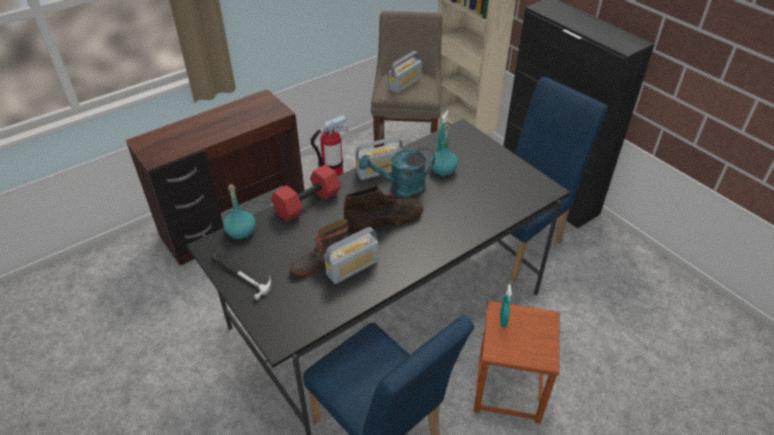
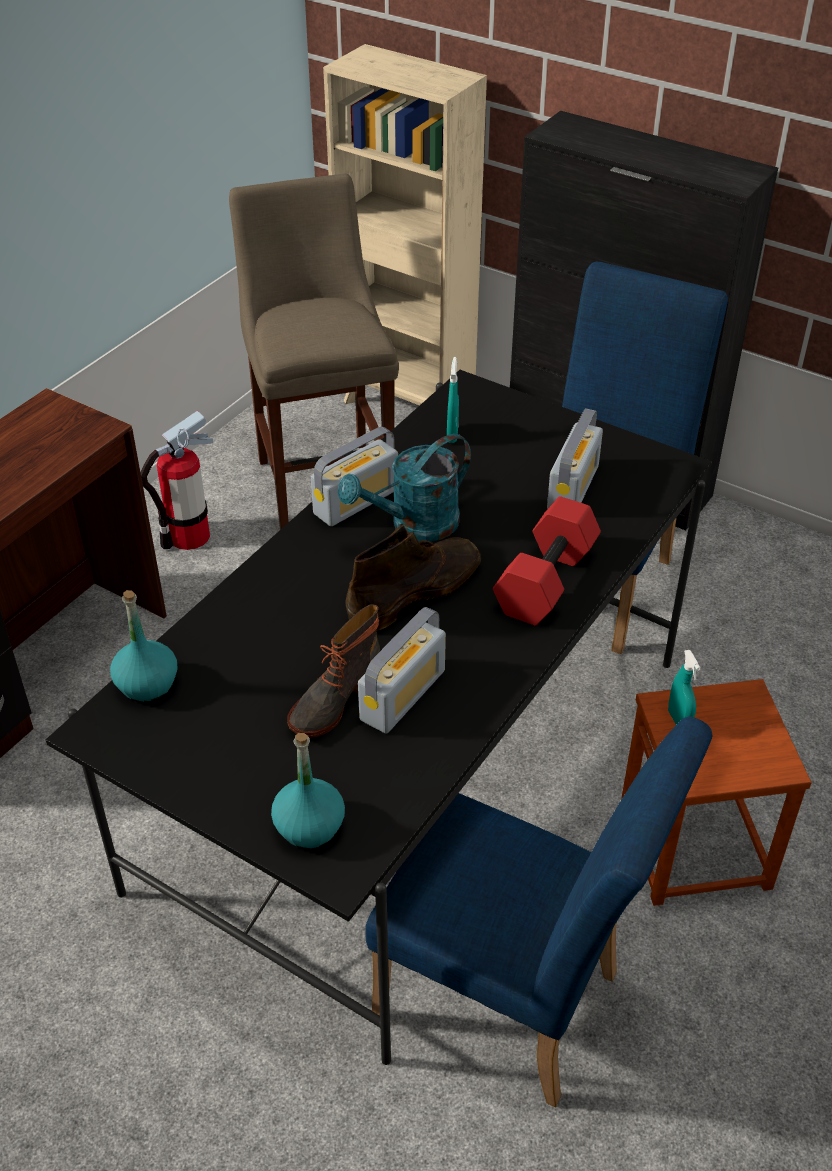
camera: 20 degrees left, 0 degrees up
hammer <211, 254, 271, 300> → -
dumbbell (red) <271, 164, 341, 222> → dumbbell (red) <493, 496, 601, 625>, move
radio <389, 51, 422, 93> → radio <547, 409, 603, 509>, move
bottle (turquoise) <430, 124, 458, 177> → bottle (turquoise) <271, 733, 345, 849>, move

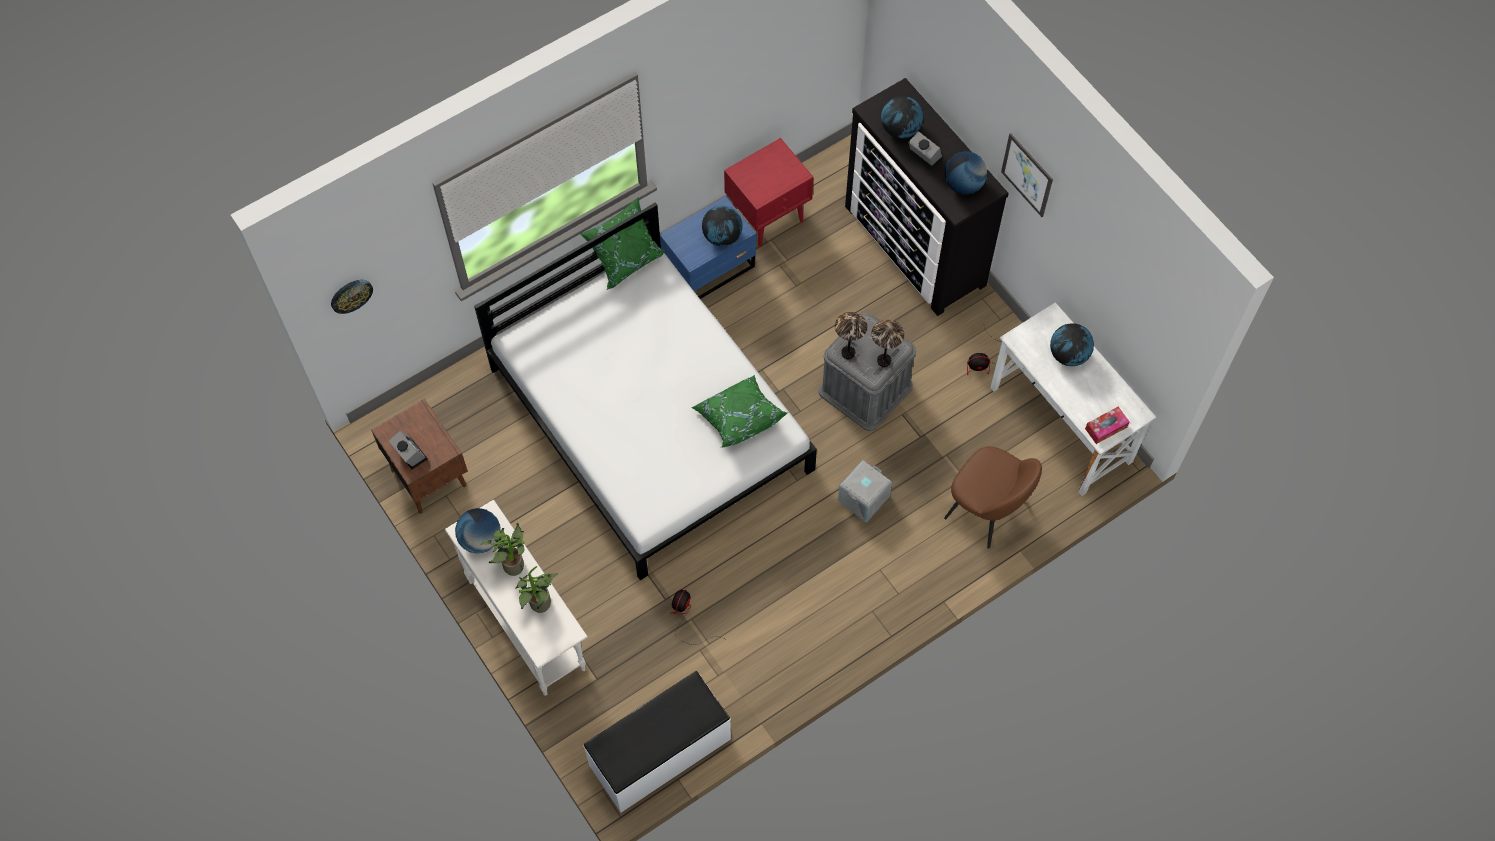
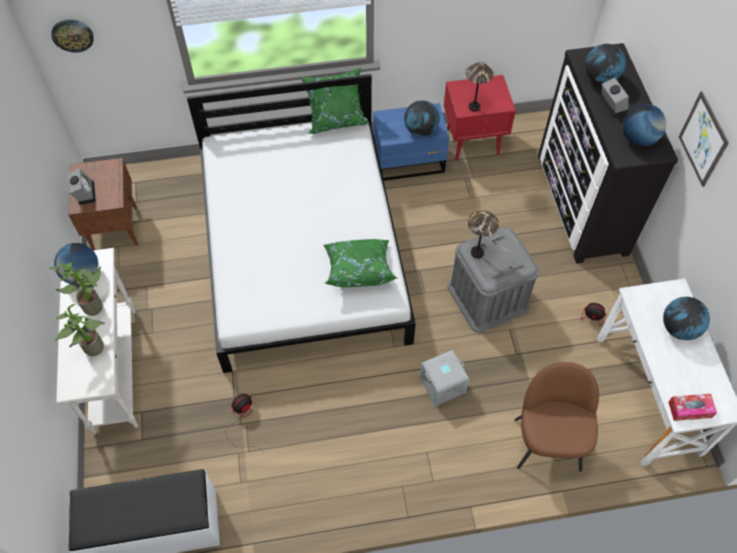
camera: 25 degrees right, 5 degrees down
table lamp <871, 320, 904, 367> → table lamp <466, 61, 493, 111>, move
chair (brown) <944, 446, 1042, 549> → chair (brown) <514, 362, 599, 472>, 150 degrees counterclockwise

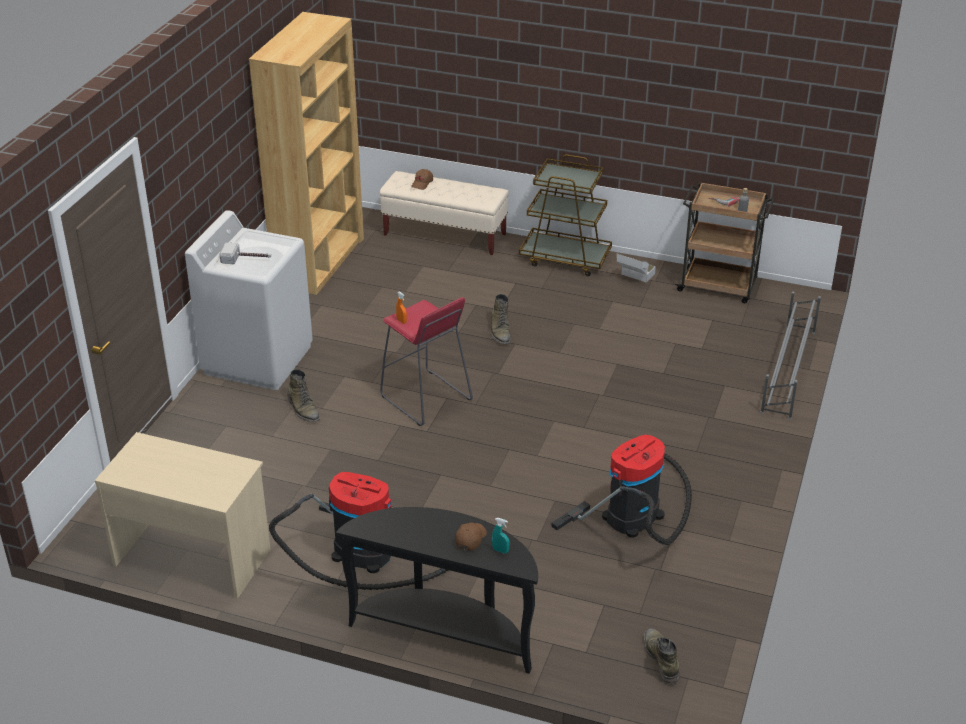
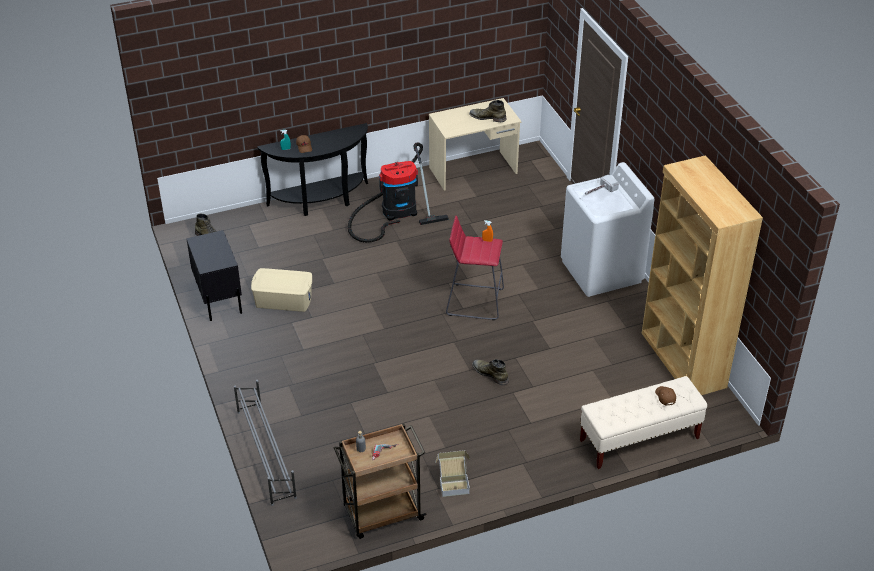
camera: 140 degrees right, 5 degrees up
boot (green) <288, 369, 320, 422> → boot (green) <469, 100, 506, 122>, move
cart (brown) <519, 154, 612, 276> → -
vacuum cleaner <551, 435, 692, 545> → storage box (beige) <251, 268, 312, 312>
- → nightstand (black) <186, 230, 242, 321>

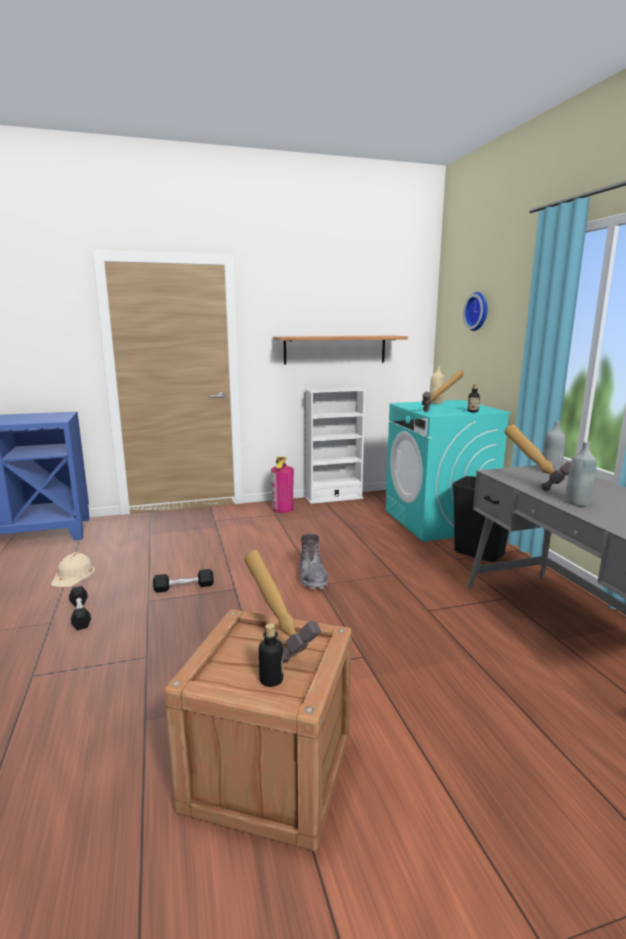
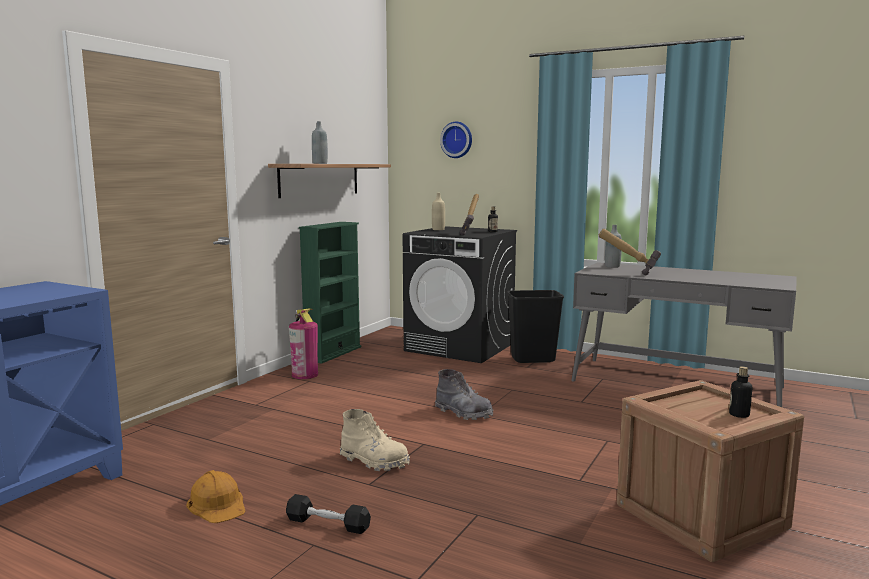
camera: 45 degrees left, 5 degrees down
hard hat (beige) <51, 552, 95, 587> → hard hat (orange) <186, 470, 246, 523>
dumbbell (black) <153, 569, 214, 593> → boot (beige) <340, 409, 410, 471>
hammer <244, 550, 321, 662> → -
bookcase (white) <305, 387, 366, 504> → bookcase (green) <299, 222, 362, 364>
washing machine (turquoise) <385, 400, 511, 542> → washing machine (black) <403, 226, 517, 363>
bottle (grey) <566, 442, 597, 506> → bottle (grey) <312, 121, 328, 164>, move

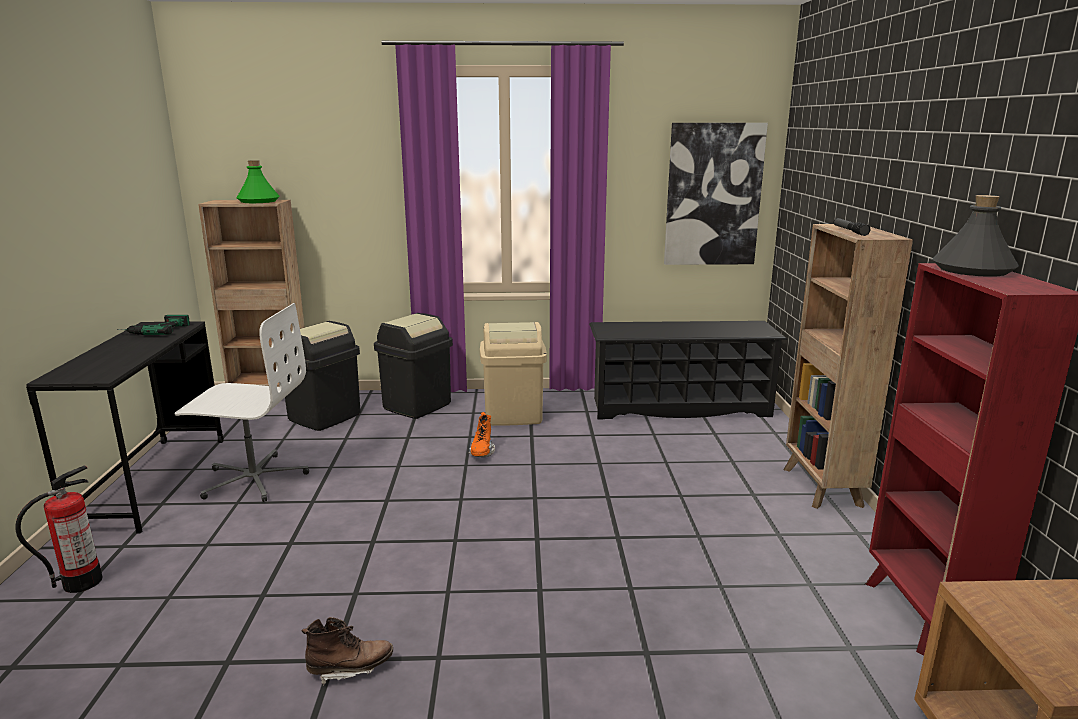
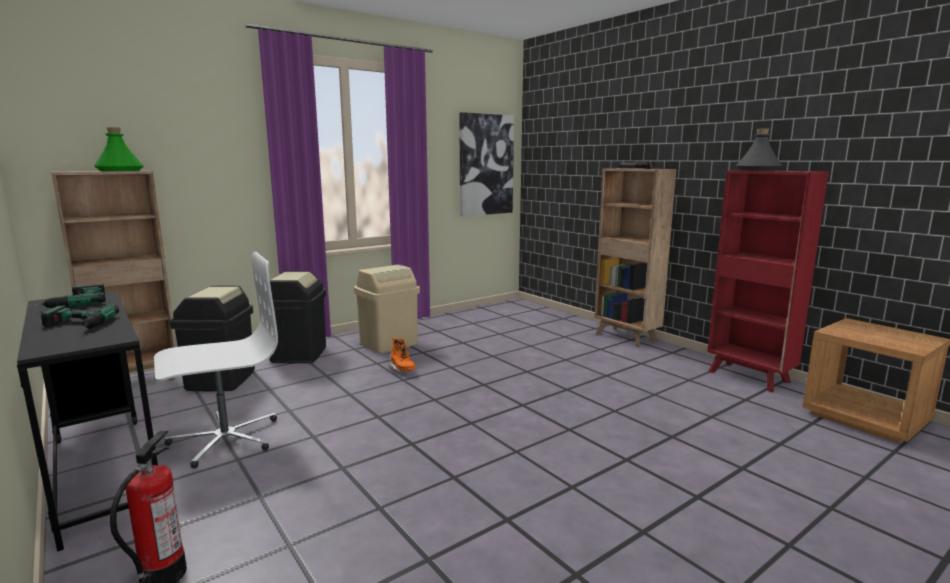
camera: 35 degrees left, 5 degrees down
boot (brown) <302, 617, 393, 686> → -
shoe rack (black) <589, 321, 787, 419> → -
- → power drill <41, 305, 119, 329>

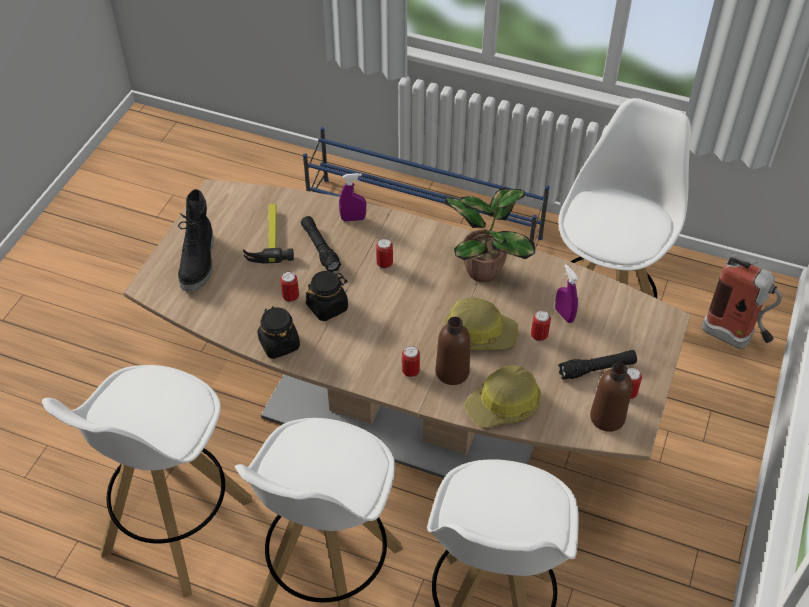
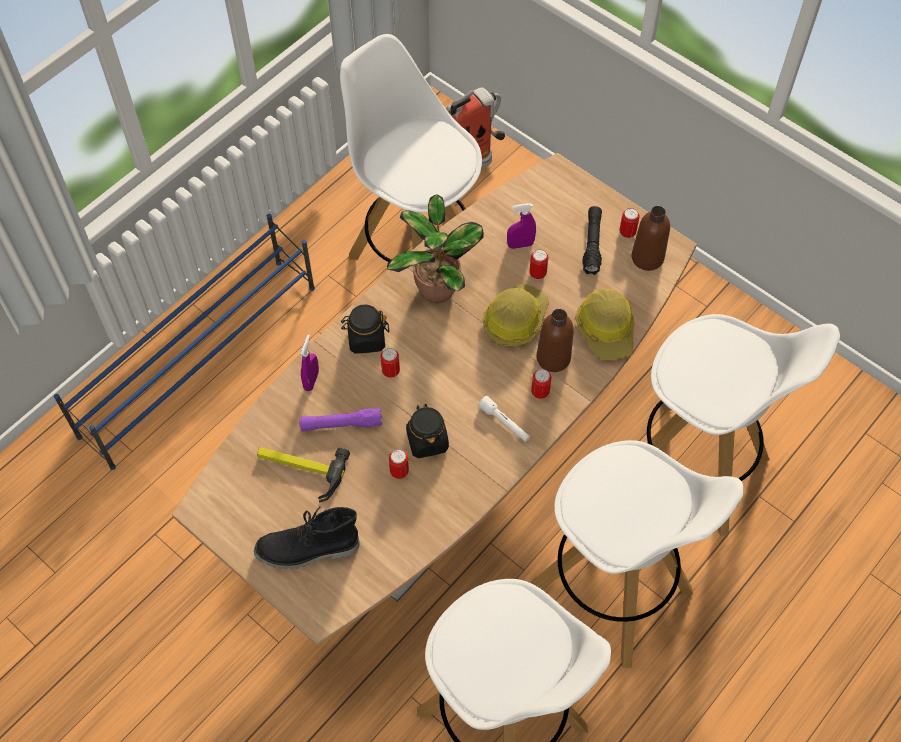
camera: 70 degrees left, 10 degrees up
boot (black) <178, 189, 214, 292> → boot (black) <254, 507, 360, 569>, 150 degrees clockwise
jar (black) <257, 306, 300, 359> → jar (black) <341, 304, 389, 353>, move
flashlight (black) <301, 216, 341, 272> → flashlight (purple) <299, 408, 383, 431>
- → flashlight (white) <478, 396, 530, 442>

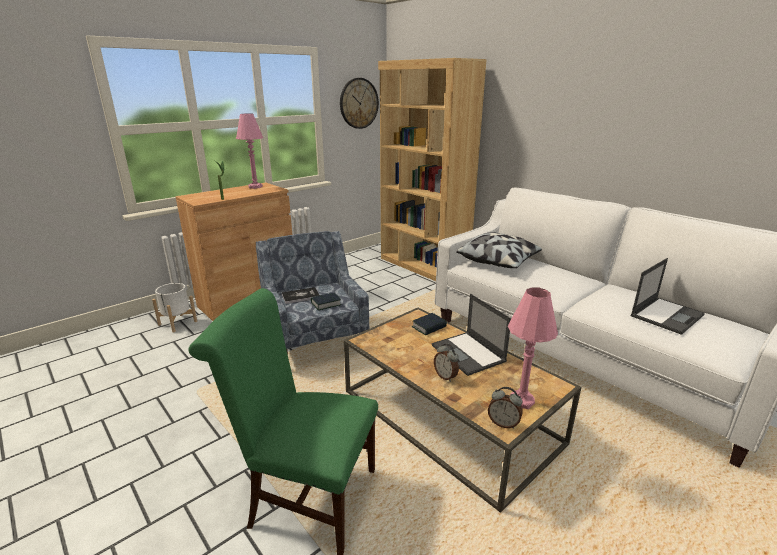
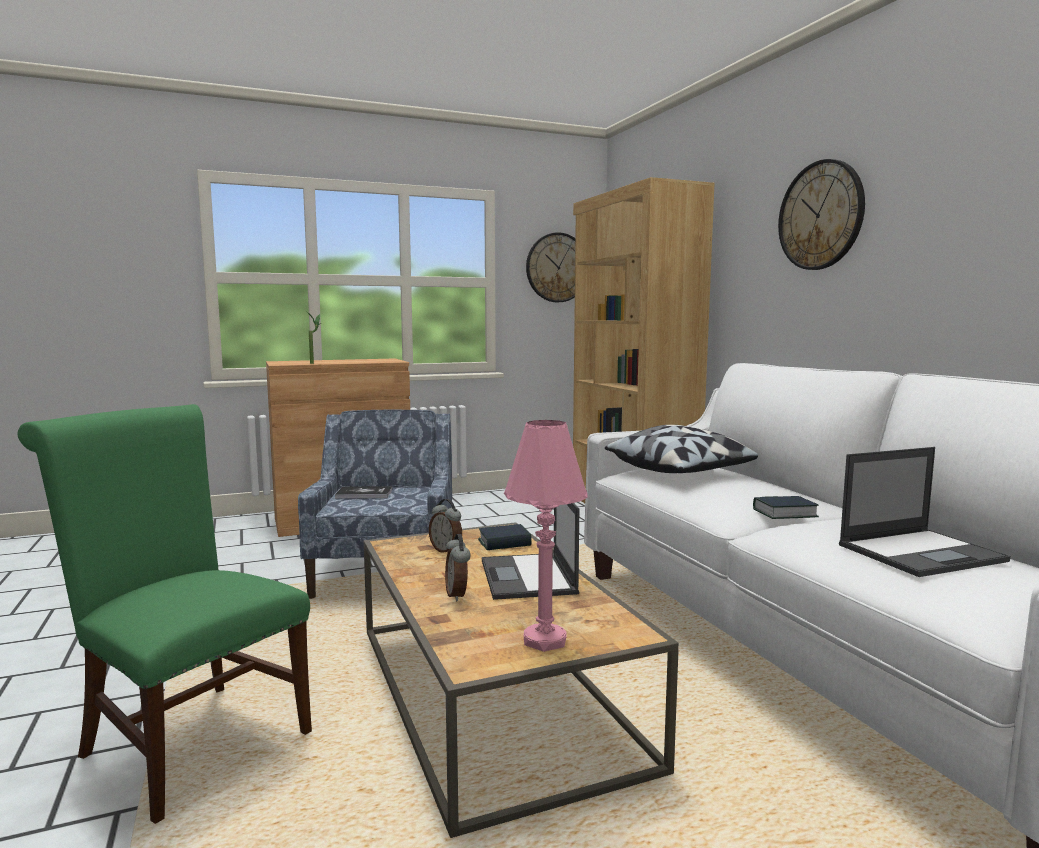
camera: 20 degrees right, 15 degrees down
planter (white) <152, 283, 197, 333> → -
table lamp (pink) <236, 114, 263, 189> → -
book <311, 293, 342, 310> → book <753, 496, 819, 519>, move
alarm clock <488, 387, 523, 429> → alarm clock <429, 499, 462, 553>, move
- → wall clock <778, 159, 865, 270>

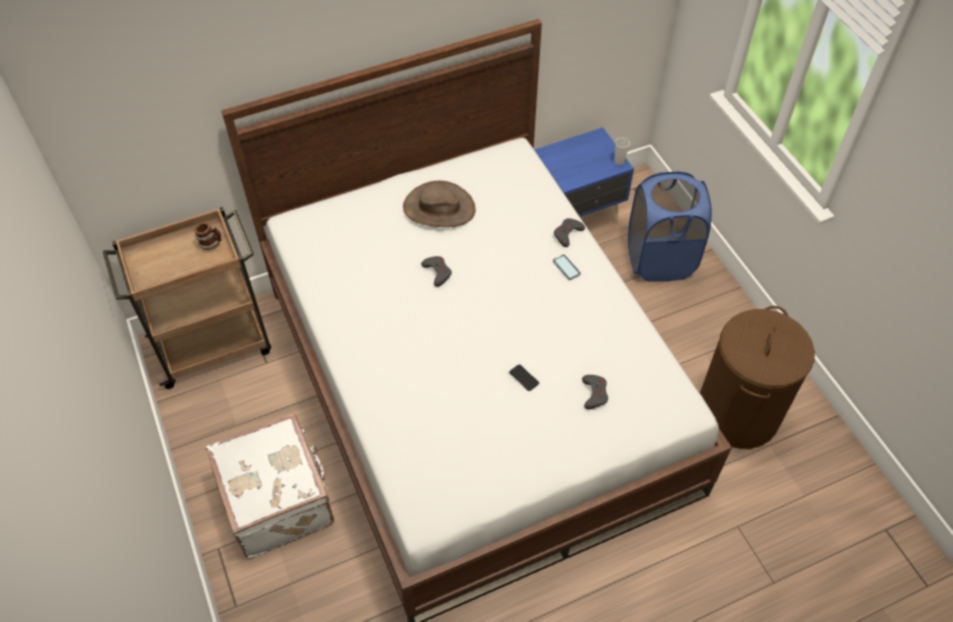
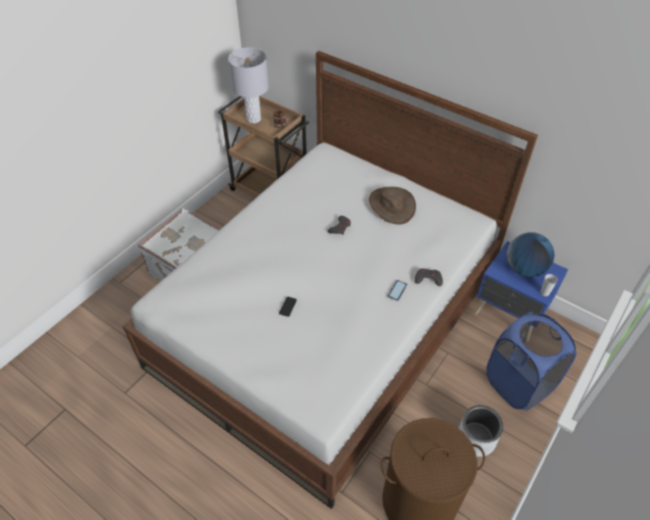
camera: 60 degrees right, 5 degrees down
game controller (grey) <582, 375, 608, 409> → -
- → table lamp (grey) <228, 48, 269, 123>
- → planter (grey) <458, 405, 503, 457>
- → globe <507, 232, 555, 277>

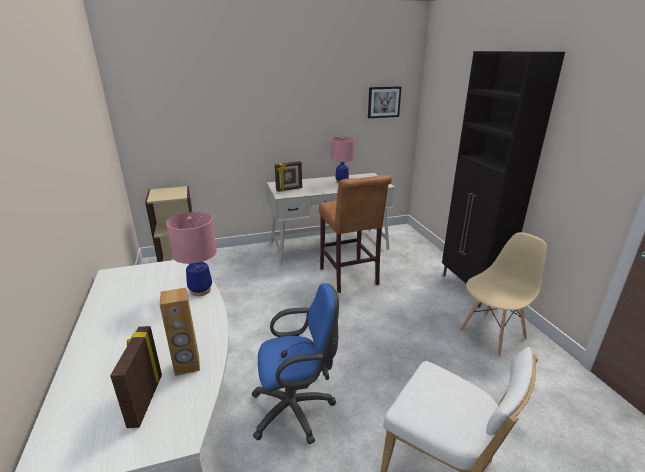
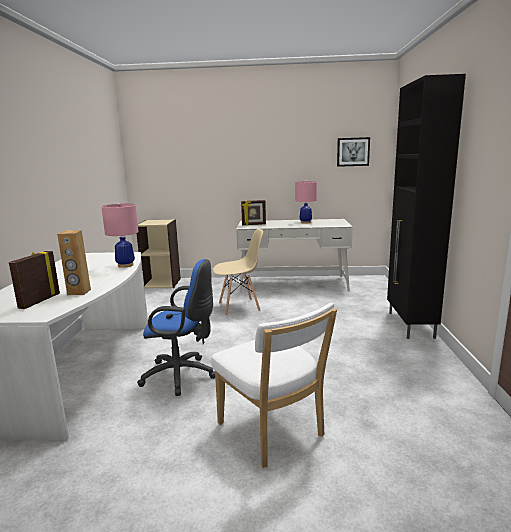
camera: 20 degrees right, 10 degrees down
stool (brown) <319, 175, 392, 293> → -
chair (beige) <459, 232, 547, 356> → chair (beige) <213, 229, 263, 316>, move

